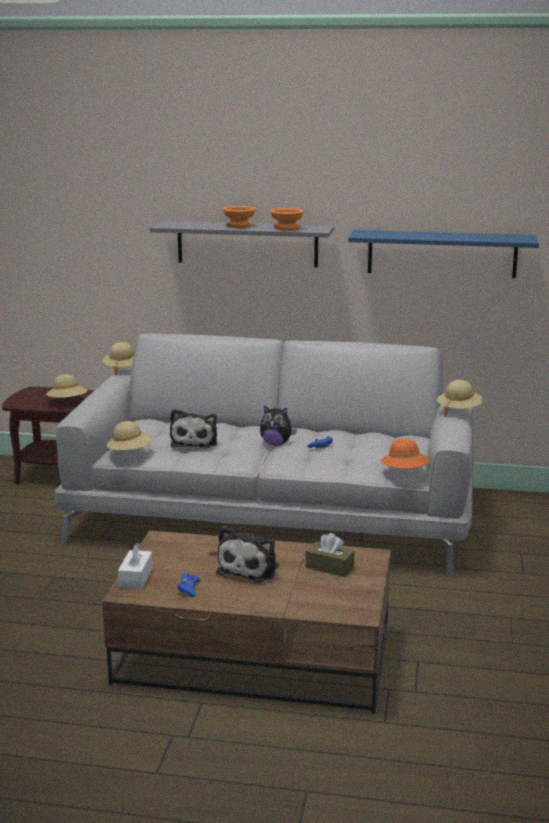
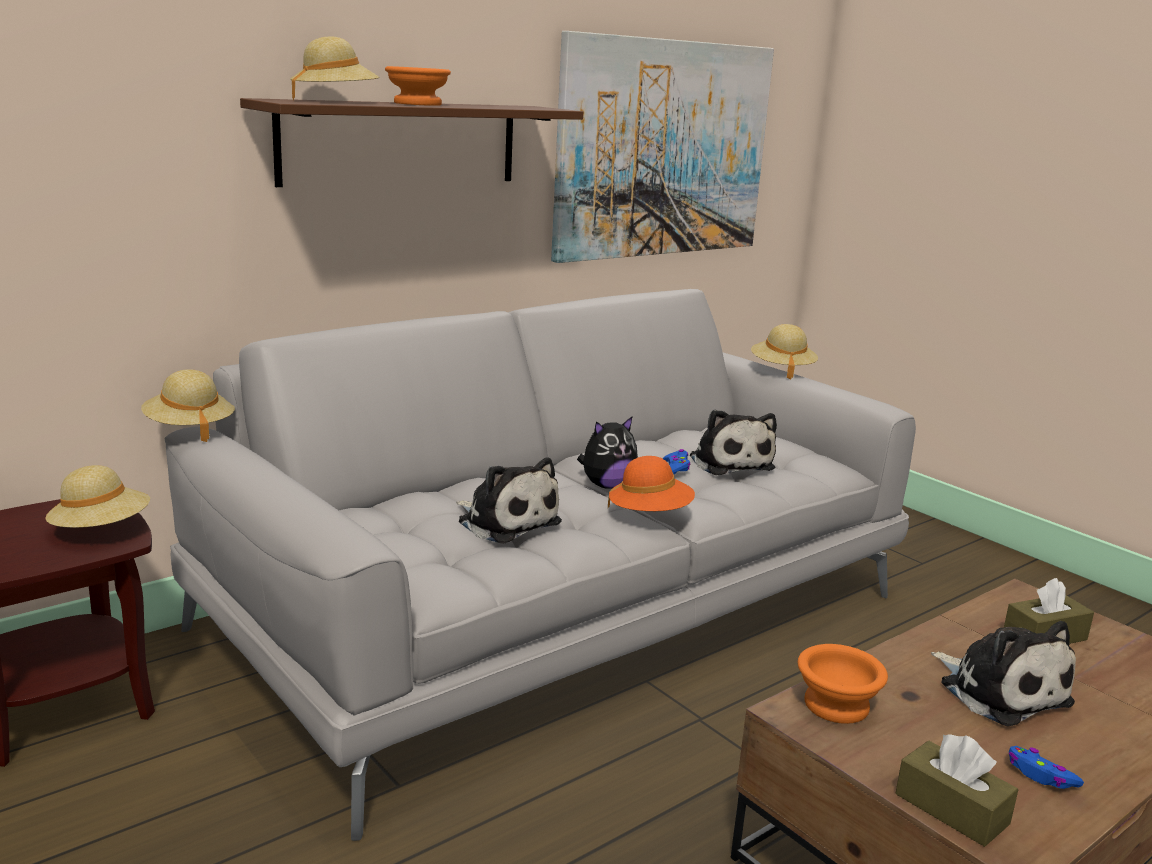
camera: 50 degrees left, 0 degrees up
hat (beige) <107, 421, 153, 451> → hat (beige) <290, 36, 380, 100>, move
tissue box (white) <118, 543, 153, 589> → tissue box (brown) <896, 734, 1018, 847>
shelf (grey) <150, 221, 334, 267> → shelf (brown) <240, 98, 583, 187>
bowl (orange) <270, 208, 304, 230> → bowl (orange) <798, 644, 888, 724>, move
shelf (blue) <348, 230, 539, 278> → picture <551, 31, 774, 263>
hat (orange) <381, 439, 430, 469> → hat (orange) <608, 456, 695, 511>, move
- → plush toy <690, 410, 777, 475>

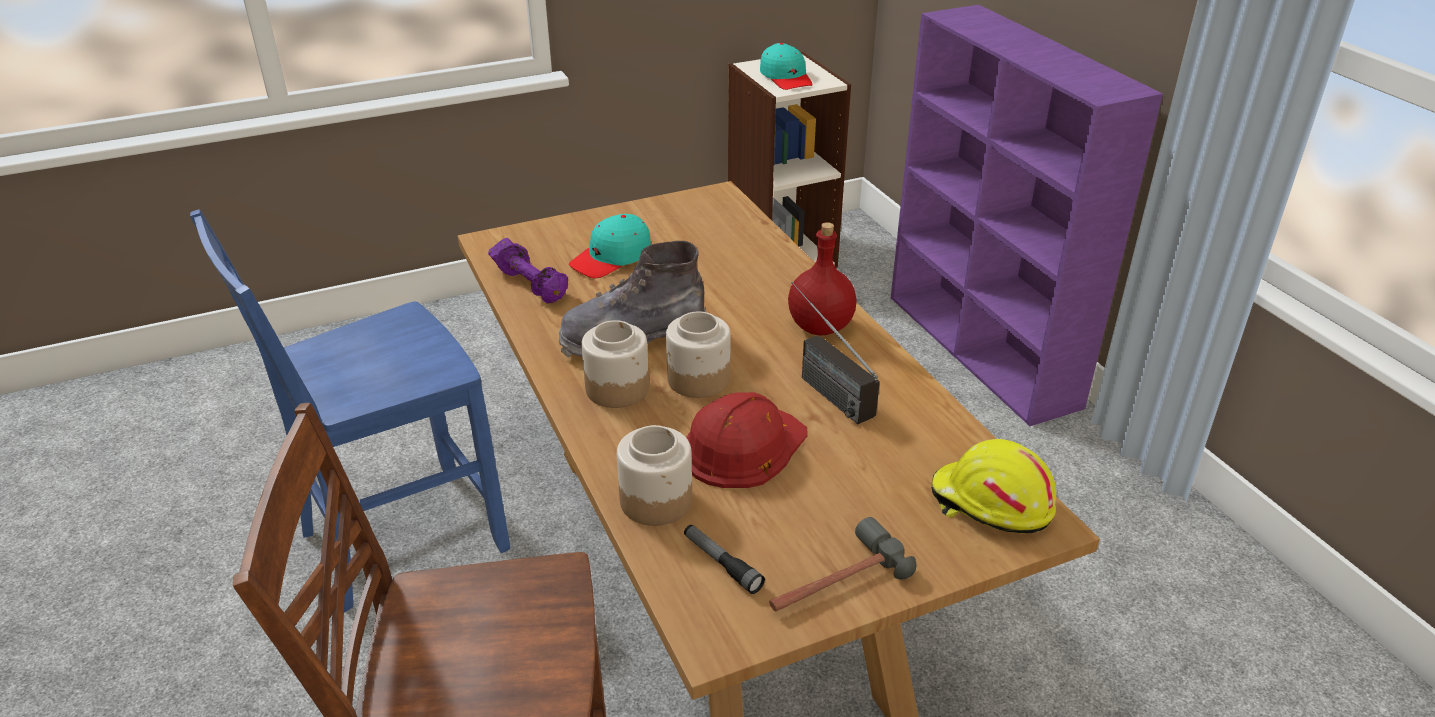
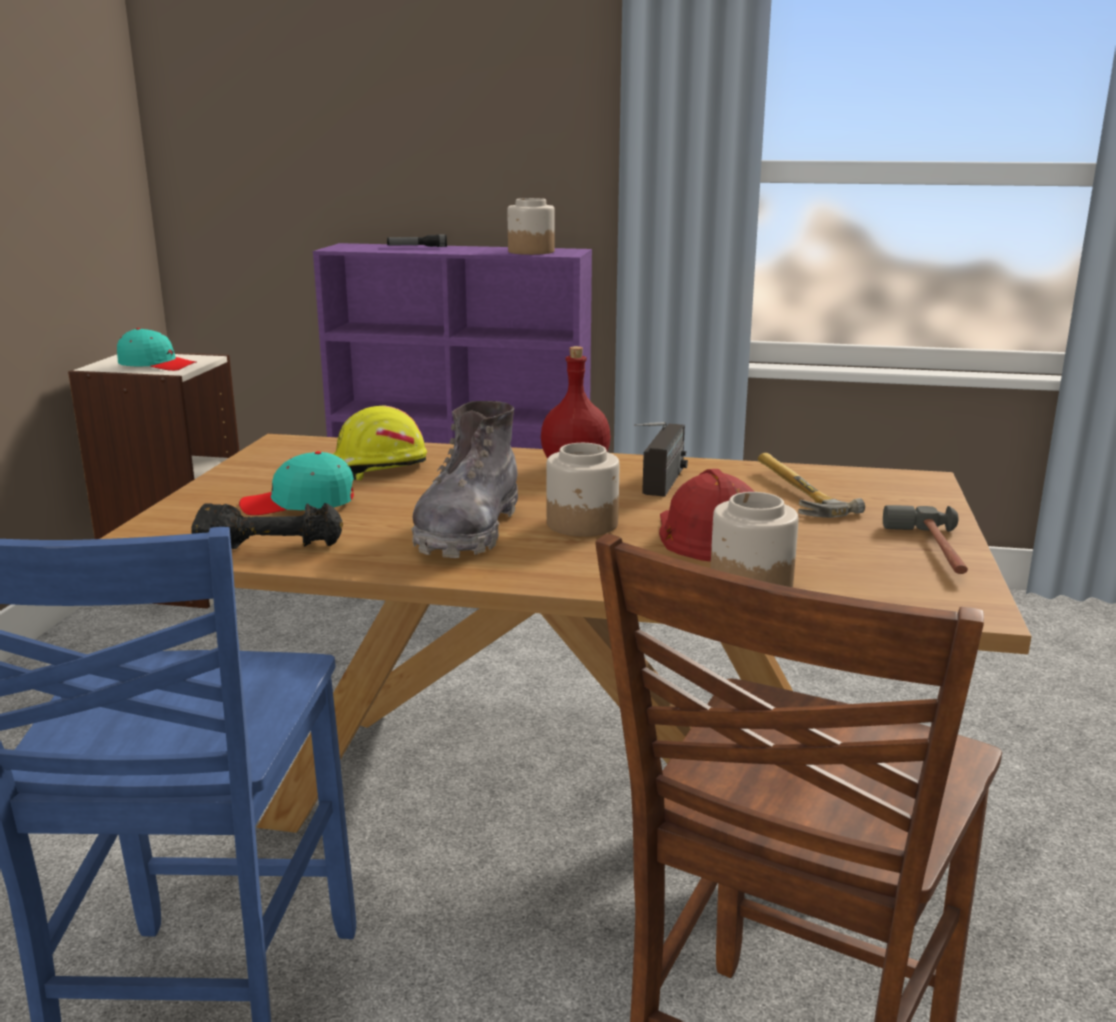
camera: 55 degrees left, 15 degrees down
dumbbell (purple) <488, 238, 568, 304> → dumbbell (black) <191, 503, 343, 549>
cap (turquoise) <569, 214, 651, 278> → cap (turquoise) <239, 451, 354, 515>, 90 degrees clockwise
jar <582, 320, 649, 408> → jar <507, 198, 555, 255>, move
flashlight <684, 525, 765, 594> → flashlight <387, 234, 447, 247>, move
radio <791, 281, 880, 424> → radio <634, 422, 688, 497>, 75 degrees counterclockwise
hard hat (yellow) <931, 439, 1056, 534> → hard hat (yellow) <333, 406, 427, 480>, move
- → hammer <758, 453, 865, 518>

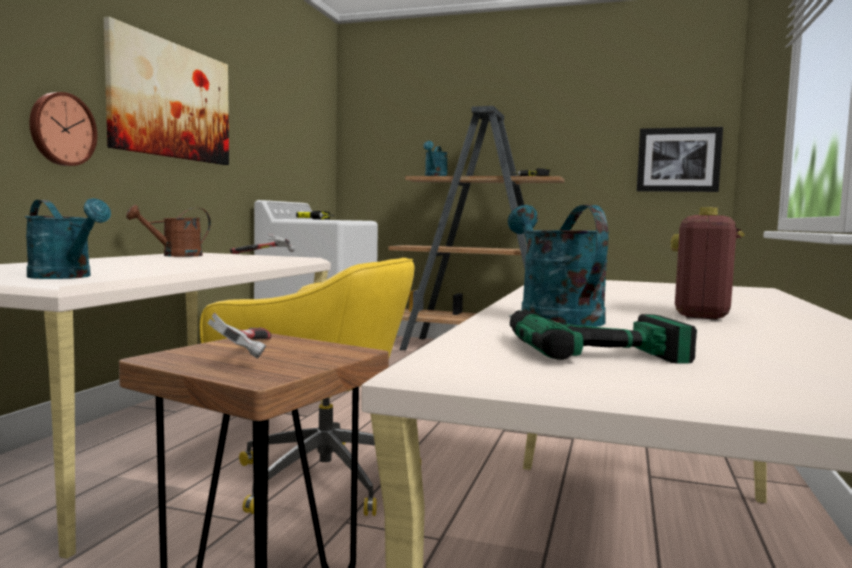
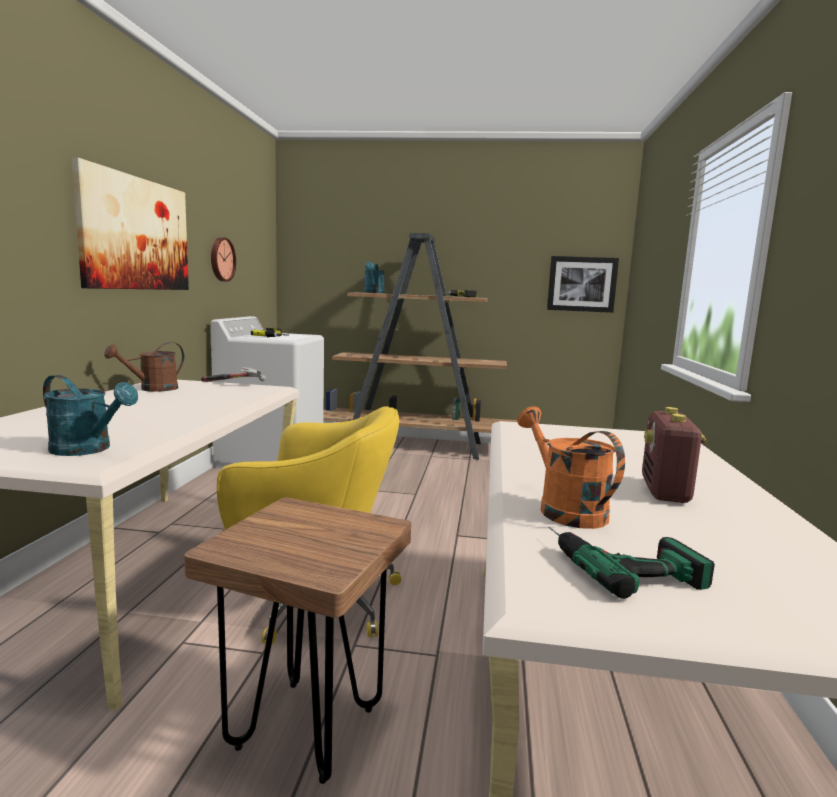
camera: 10 degrees left, 5 degrees up
wall clock <29, 92, 97, 166> → wall clock <211, 237, 236, 282>, move
hammer <208, 312, 271, 358> → -
watering can (turquoise) <508, 205, 609, 327> → watering can (orange) <517, 406, 625, 529>

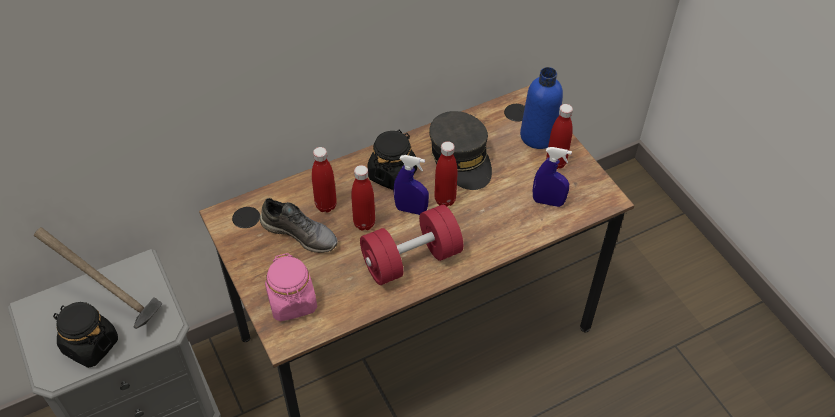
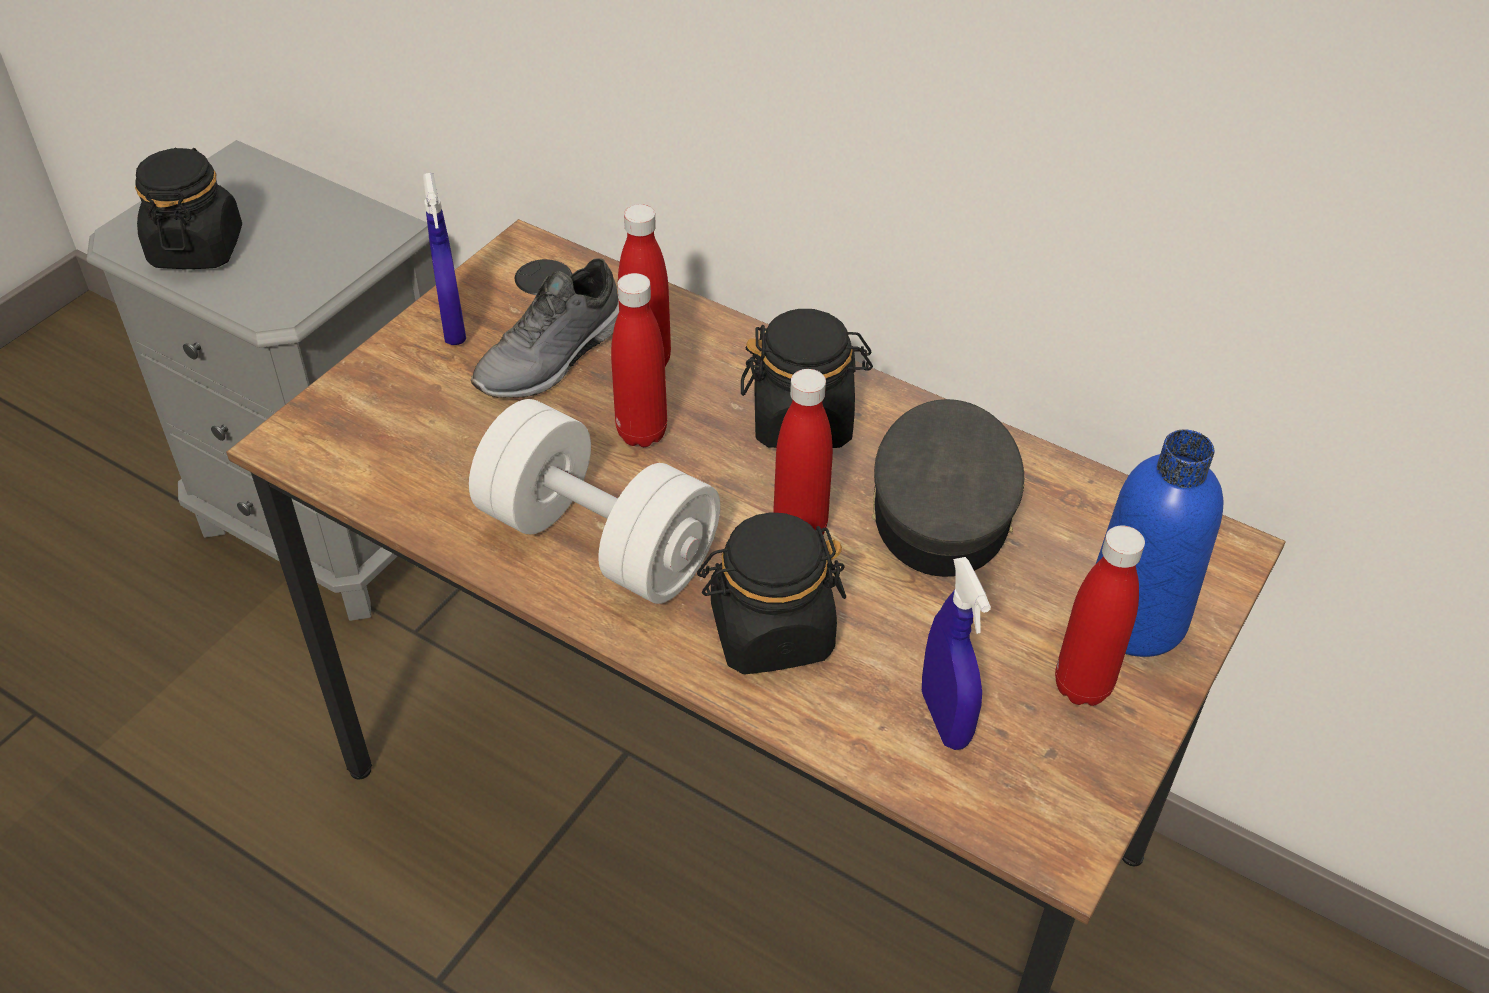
camera: 60 degrees right, 5 degrees down
hammer <34, 227, 162, 329> → -
shoe (grey) <260, 198, 338, 253> → shoe (grey) <471, 258, 619, 398>, 45 degrees clockwise
jar (pink) <265, 253, 317, 321> → -
dumbbell (red) <360, 205, 463, 285> → dumbbell (white) <469, 399, 720, 604>
spray bottle (blue) <394, 155, 429, 215> → spray bottle (blue) <423, 173, 466, 345>, move
cap (grey) <429, 111, 492, 190> → cap (grey) <872, 399, 1024, 577>, 150 degrees clockwise
- → jar (black) <697, 512, 846, 674>

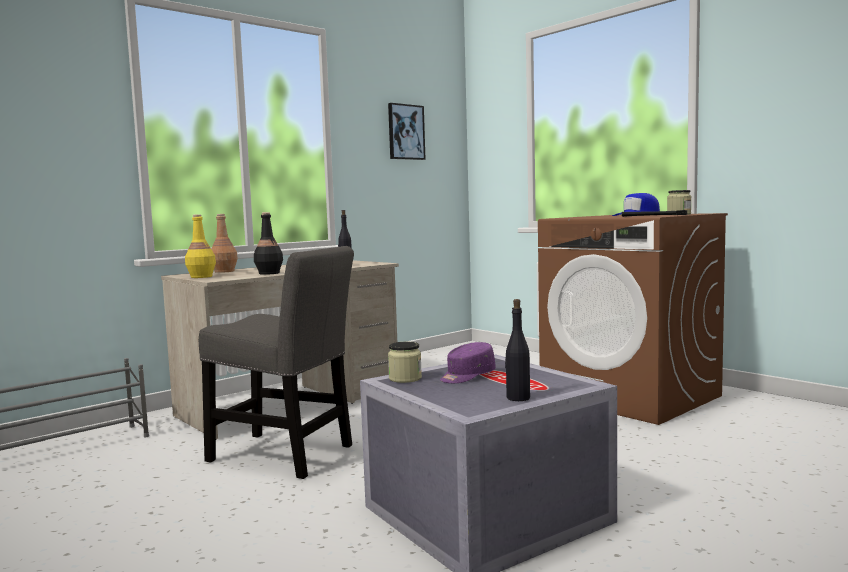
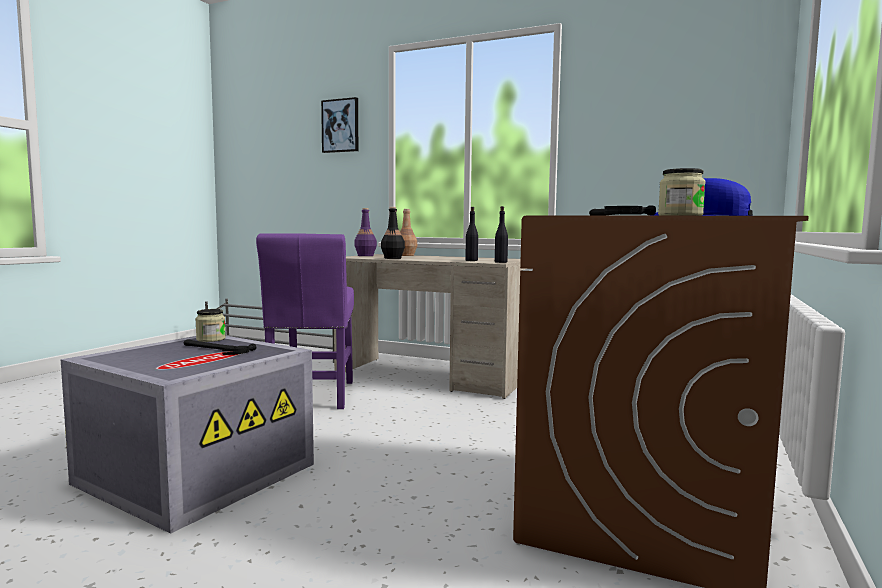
camera: 65 degrees right, 0 degrees up
bottle (yellow) <185, 214, 216, 278> → bottle (purple) <354, 208, 377, 256>
chair (grey) <198, 246, 354, 479> → chair (purple) <256, 233, 354, 409>
picture <388, 103, 426, 160> → picture <321, 97, 358, 153>, move
cap (purple) <440, 342, 496, 383> → hammer <184, 340, 256, 355>
bottle (black) <505, 299, 530, 401> → bottle (black) <495, 206, 508, 263>, move

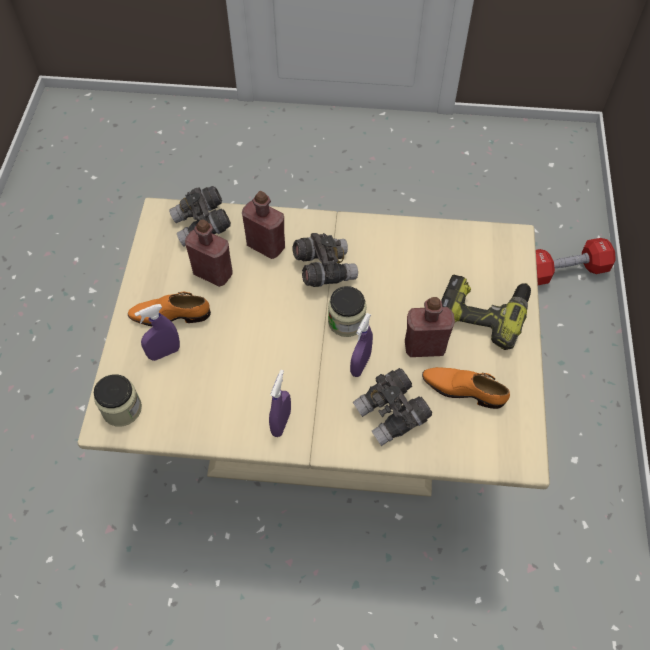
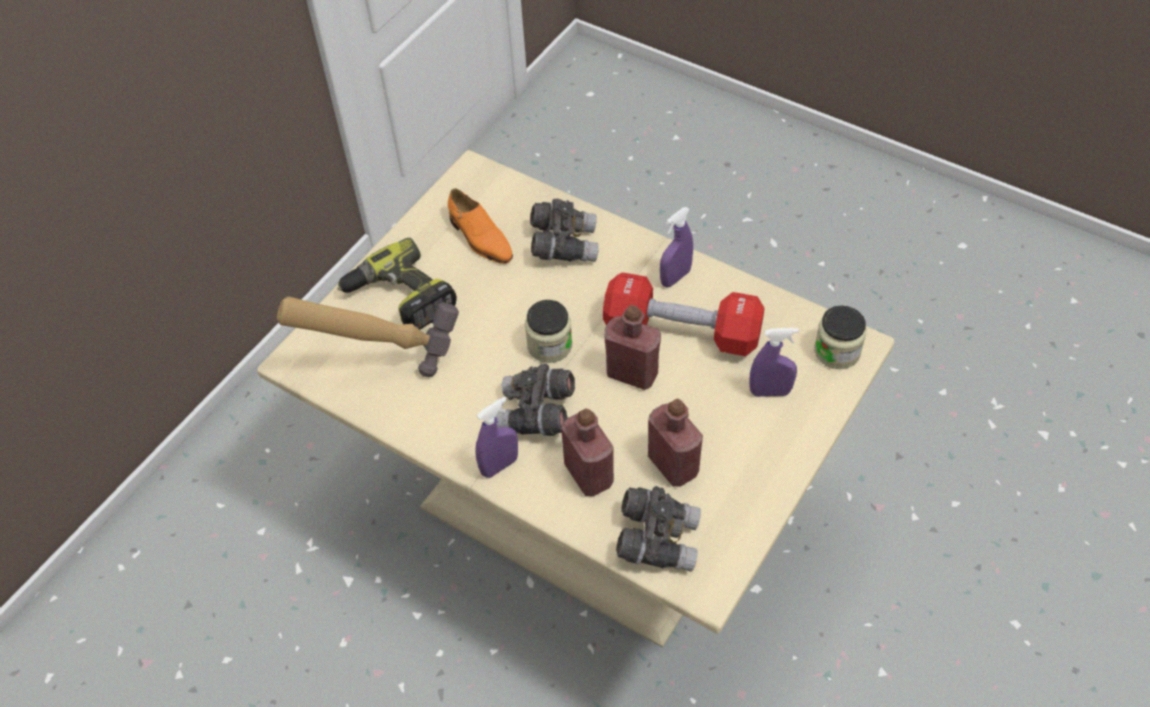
camera: 150 degrees left, 5 degrees down
shoe (orange) <128, 292, 211, 327> → -
spray bottle (purple) <350, 313, 373, 377> → spray bottle (purple) <475, 396, 518, 478>, move
bottle (red) <405, 297, 455, 357> → bottle (red) <604, 305, 661, 390>, move
dumbbell (red) <536, 238, 616, 285> → dumbbell (red) <603, 272, 765, 356>, move
- → hammer <277, 296, 459, 377>

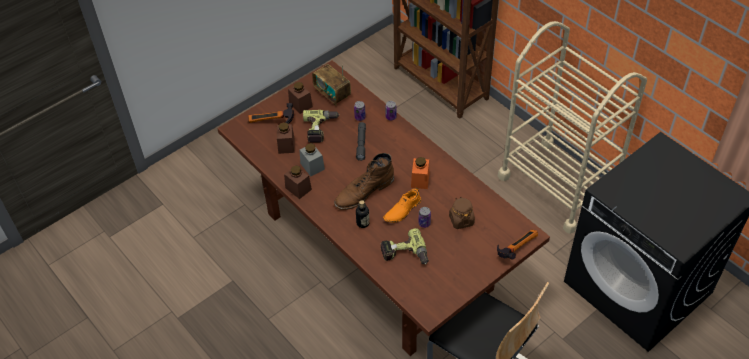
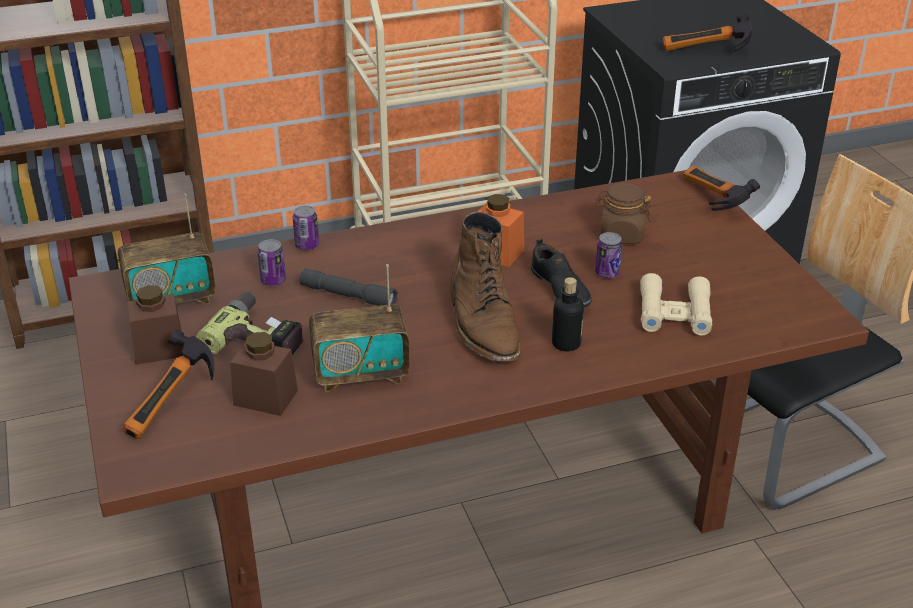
camera: 70 degrees left, 15 degrees down
jar (brown) <284, 166, 312, 199> → -
jar (grey) <300, 143, 325, 177> → radio <309, 264, 410, 392>
power drill <380, 228, 429, 264> → binoculars (beige) <640, 273, 712, 336>
shoe (orange) <383, 187, 421, 223> → shoe (black) <531, 238, 592, 307>
- → hammer <663, 13, 752, 52>

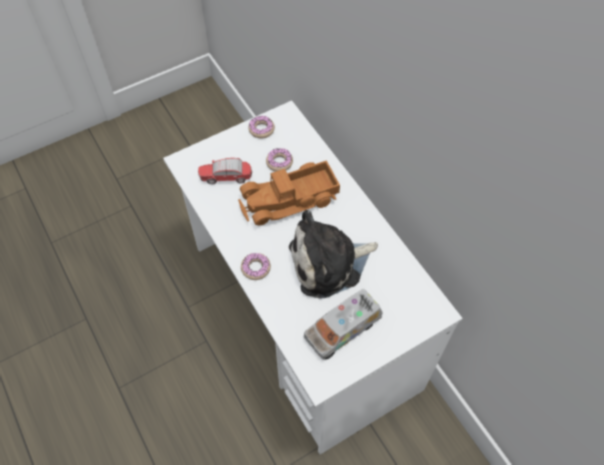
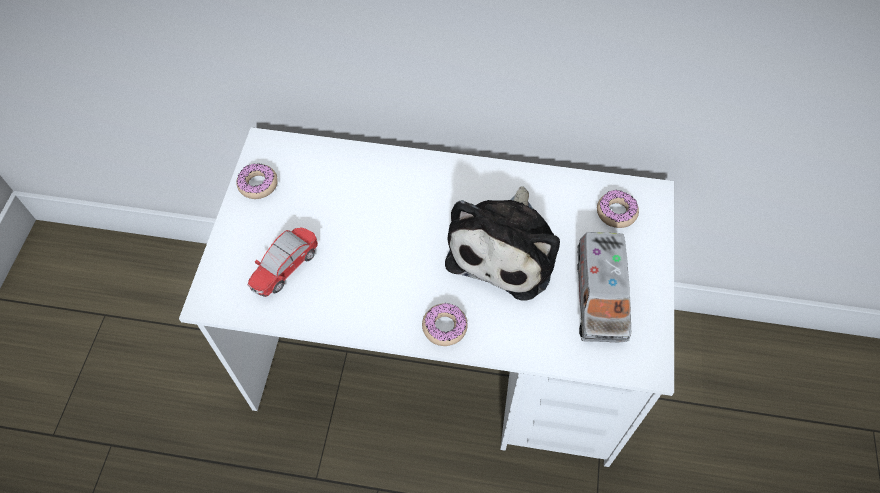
camera: 50 degrees left, 0 degrees up
toy truck <238, 160, 340, 225> → -
donut <266, 148, 293, 172> → donut <597, 190, 639, 228>, move

